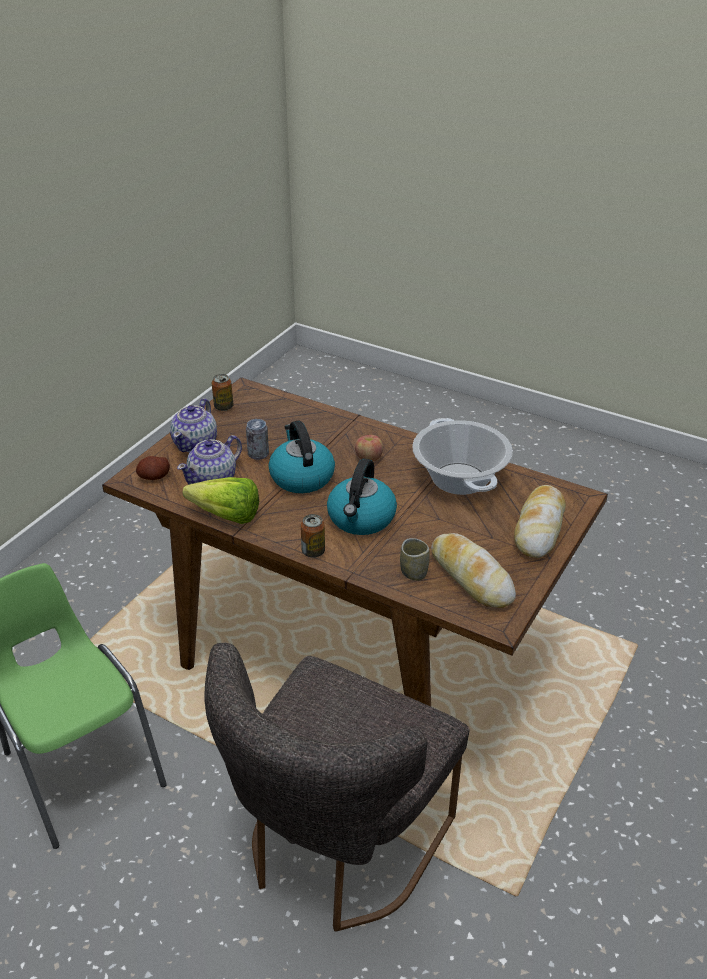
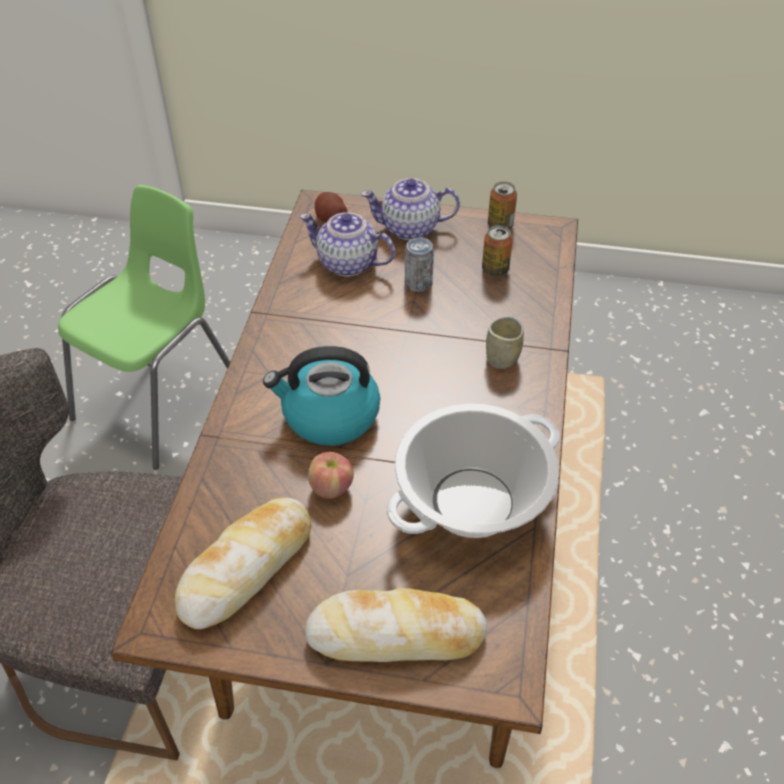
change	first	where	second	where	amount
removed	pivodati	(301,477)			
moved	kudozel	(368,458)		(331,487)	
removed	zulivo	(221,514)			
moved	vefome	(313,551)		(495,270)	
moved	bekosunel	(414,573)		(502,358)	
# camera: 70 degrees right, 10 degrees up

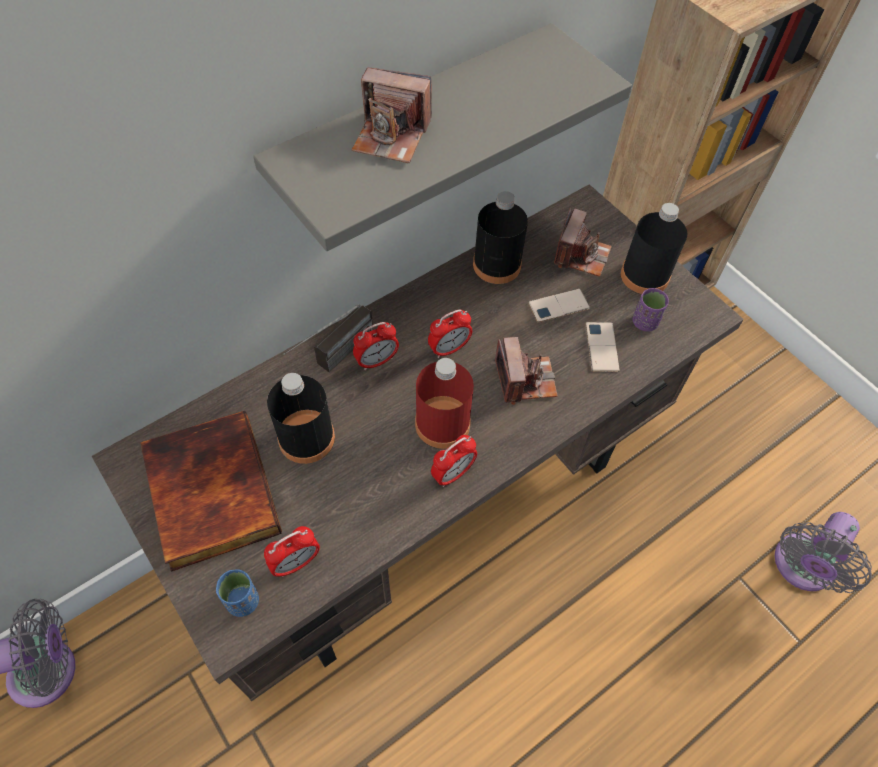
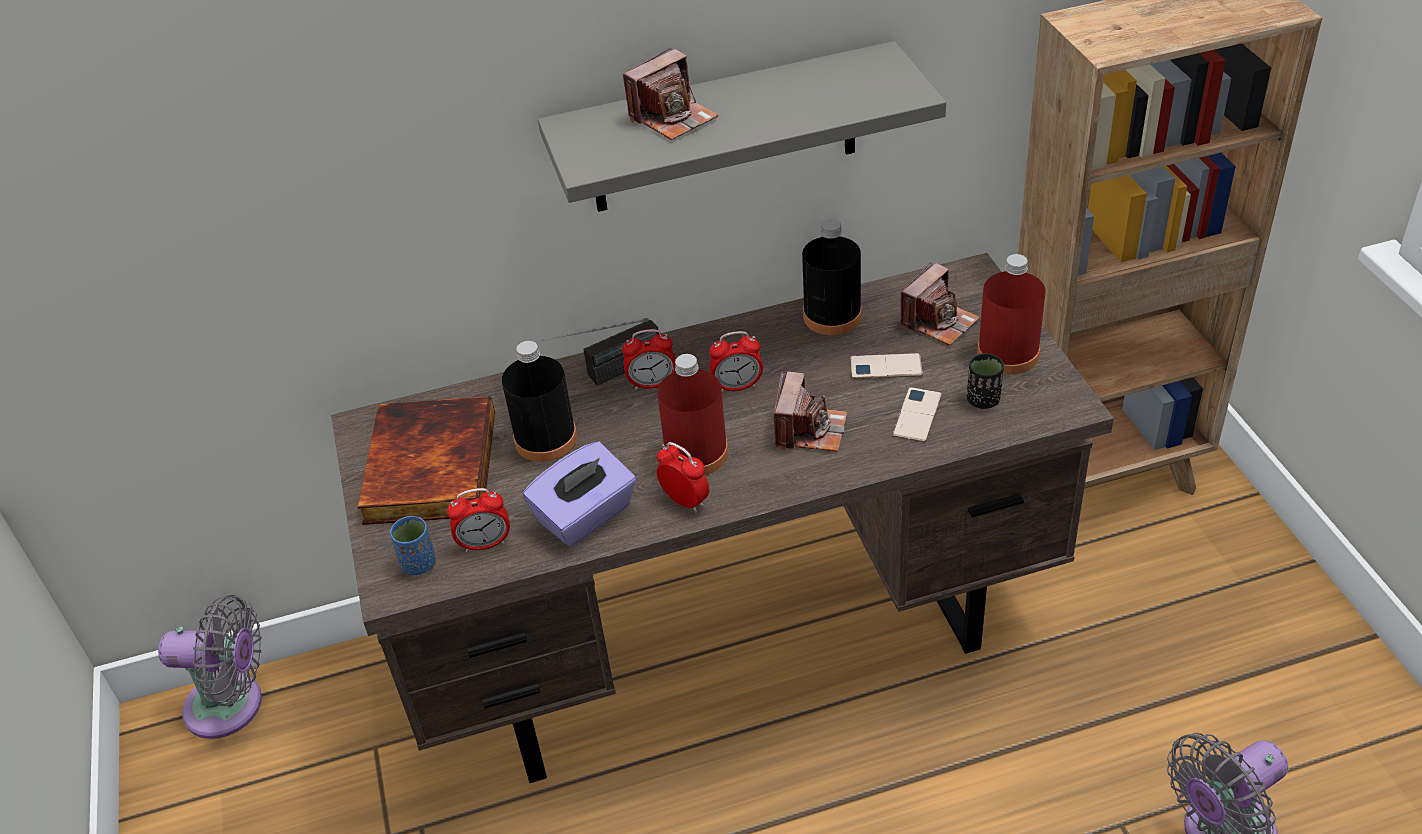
change	first	where	second	where	amount
turned	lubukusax	(391,136)		(673,117)	75 degrees counterclockwise
recoloured	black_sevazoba	(644,276)	red_sevazoba	(1008,354)	
recoloured	purple_bekosunel	(645,322)	black_bekosunel	(983,400)	
turned	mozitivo	(453,474)		(685,501)	120 degrees counterclockwise
added			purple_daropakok	(586,516)	
# camera: 25 degrees right, 15 degrees down

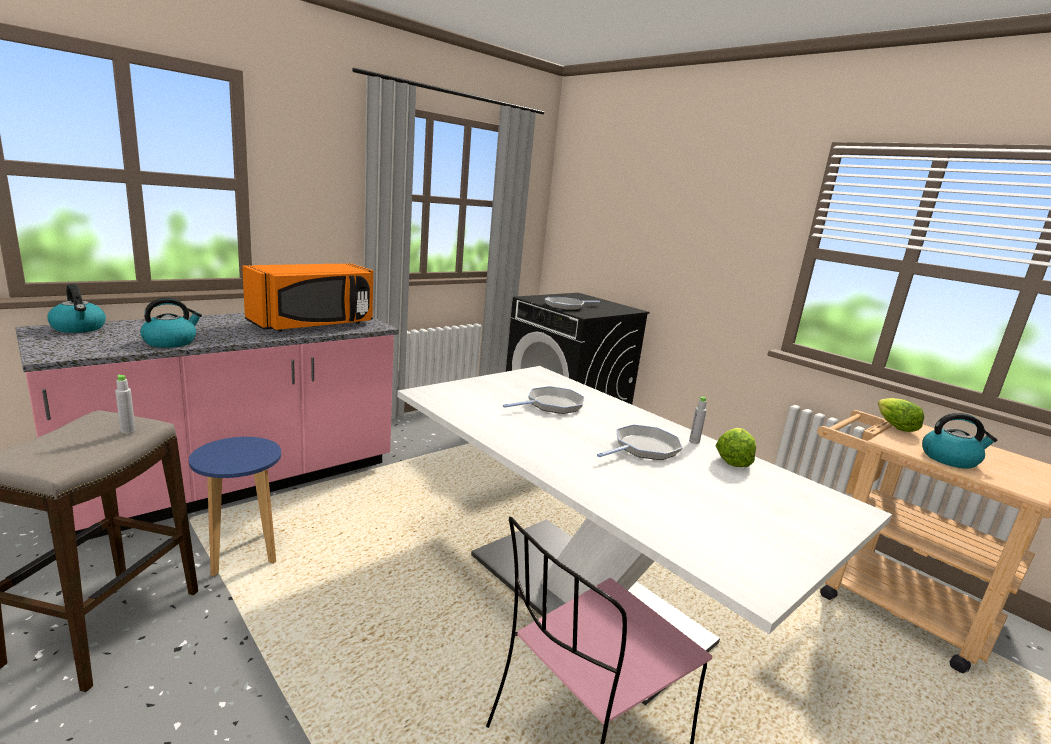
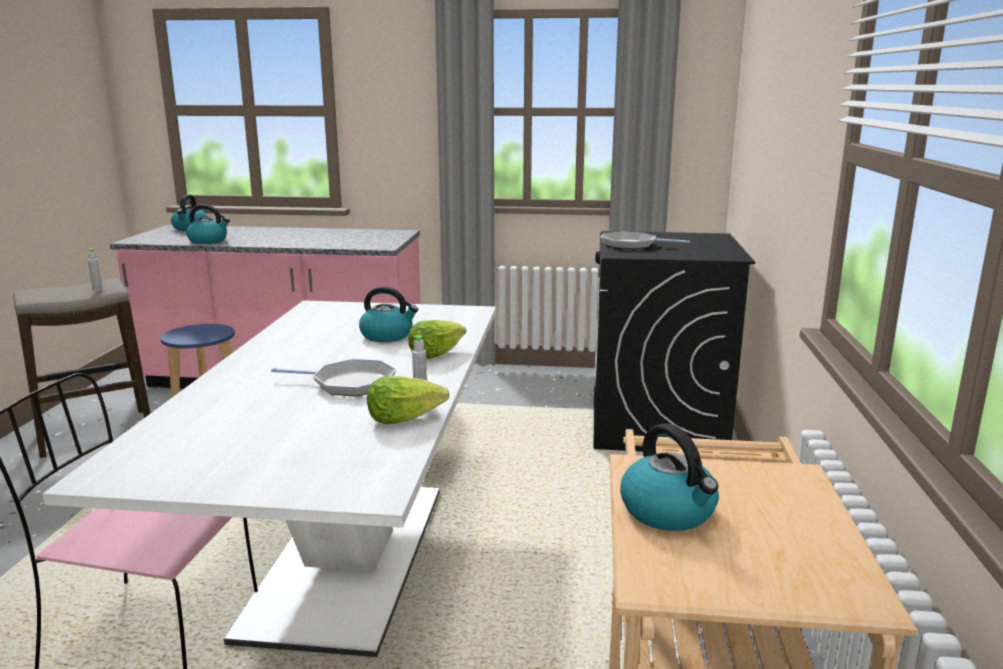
change	first	where	second	where	amount
removed	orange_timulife	(314,324)			
replaced	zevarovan	(552,405)	pivodati	(387,336)	
moved	zulivo	(893,426)		(435,354)	
# camera: 50 degrees right, 0 degrees up

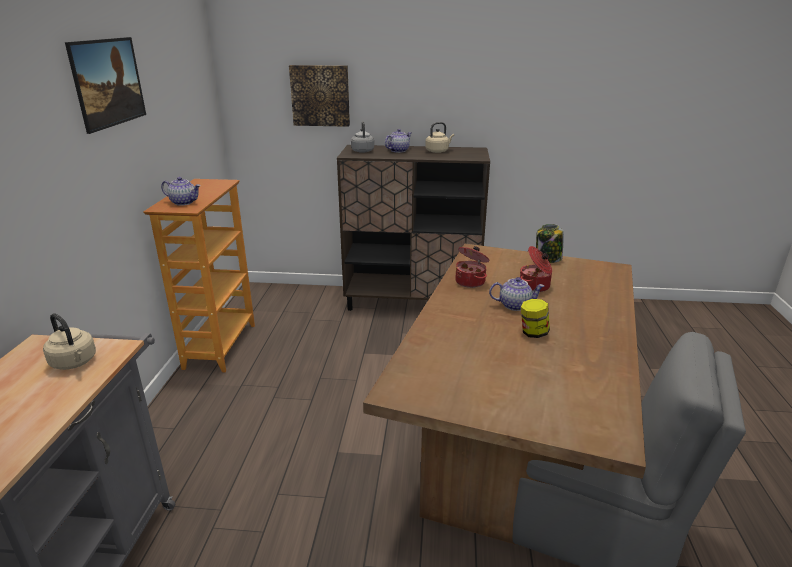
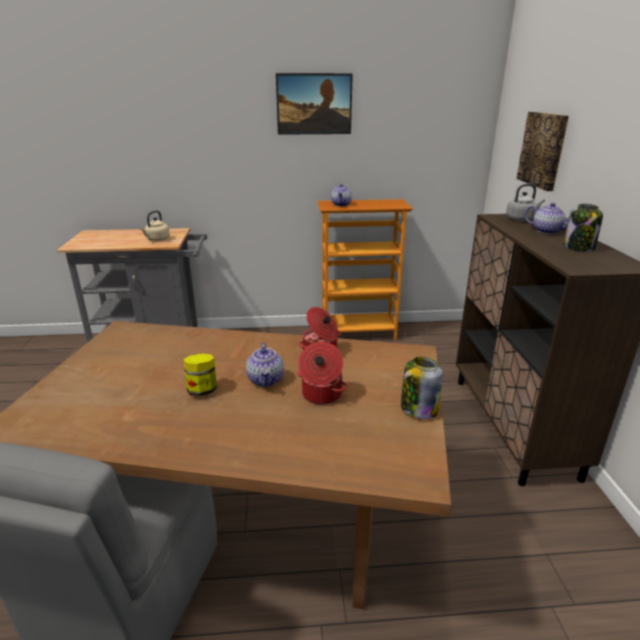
change	first	where	second	where	amount
replaced	beige_pivodati	(438,151)	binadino	(579,247)	
# camera: 80 degrees right, 0 degrees up

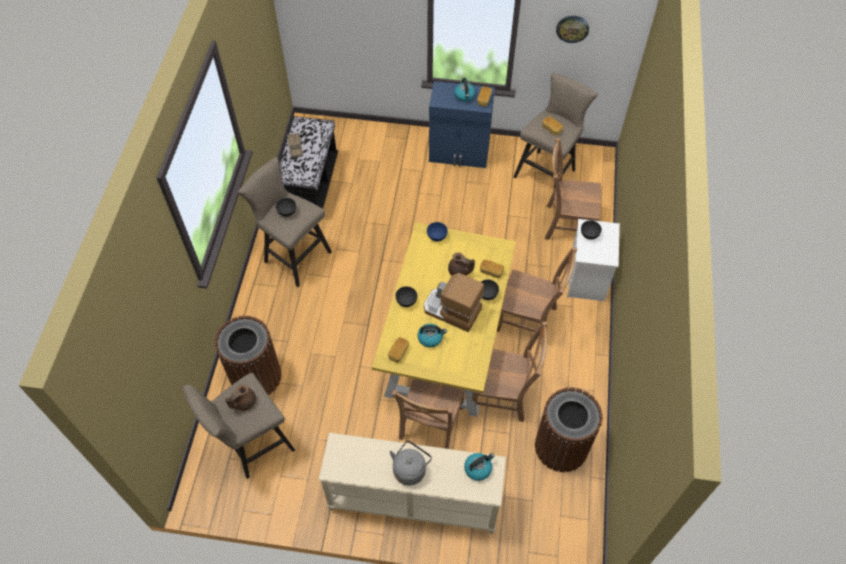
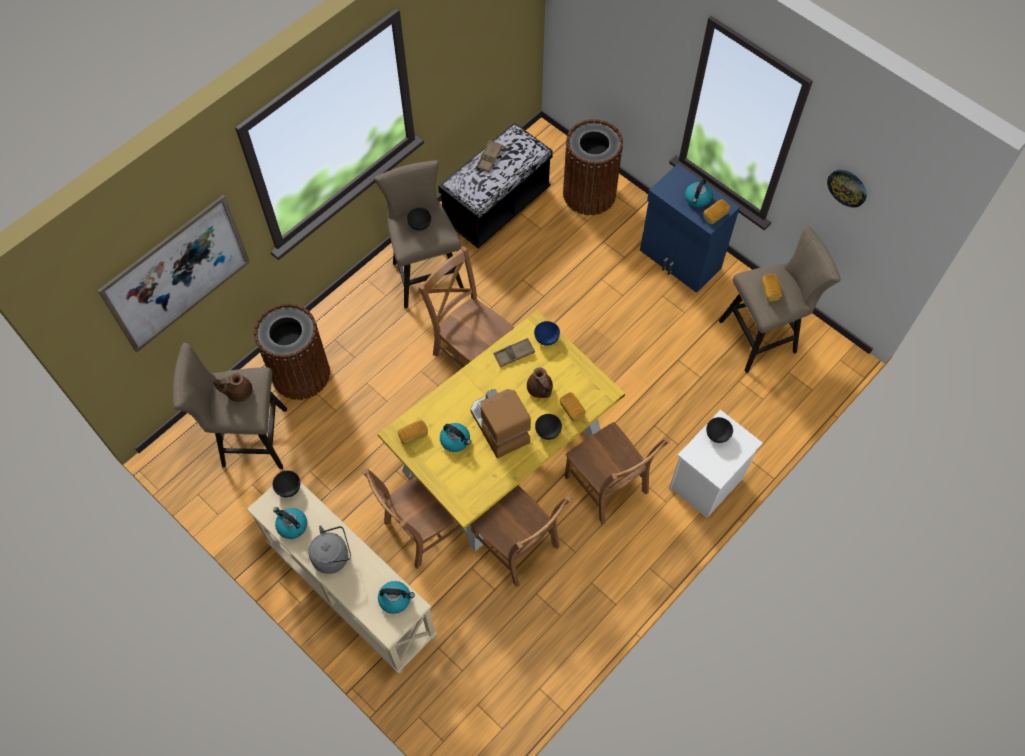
change	first	where	second	where	amount
moved	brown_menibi	(566,223)		(470,351)	
moved	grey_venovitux	(406,301)		(288,488)	
moved	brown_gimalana	(561,446)		(589,193)	
added			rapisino	(178,274)	
added			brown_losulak	(514,354)	
added			pivodati	(291,525)	
# camera: 35 degrees right, 5 degrees up

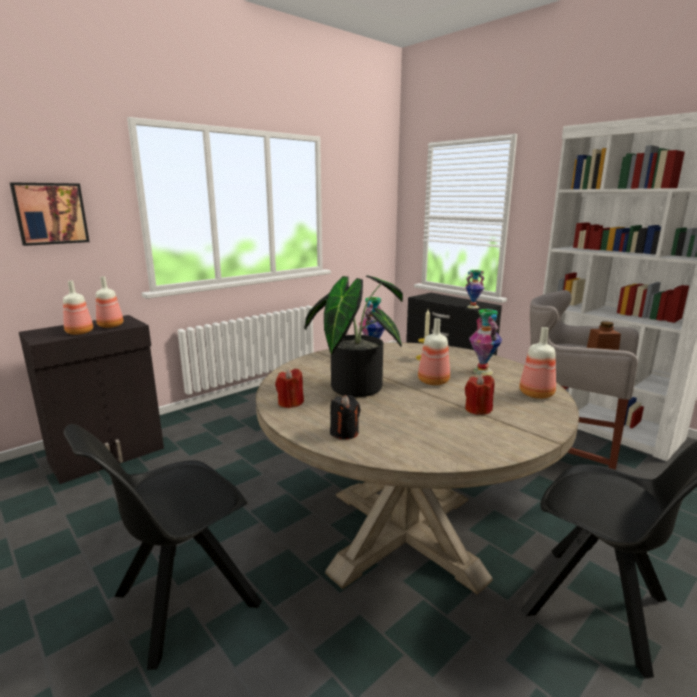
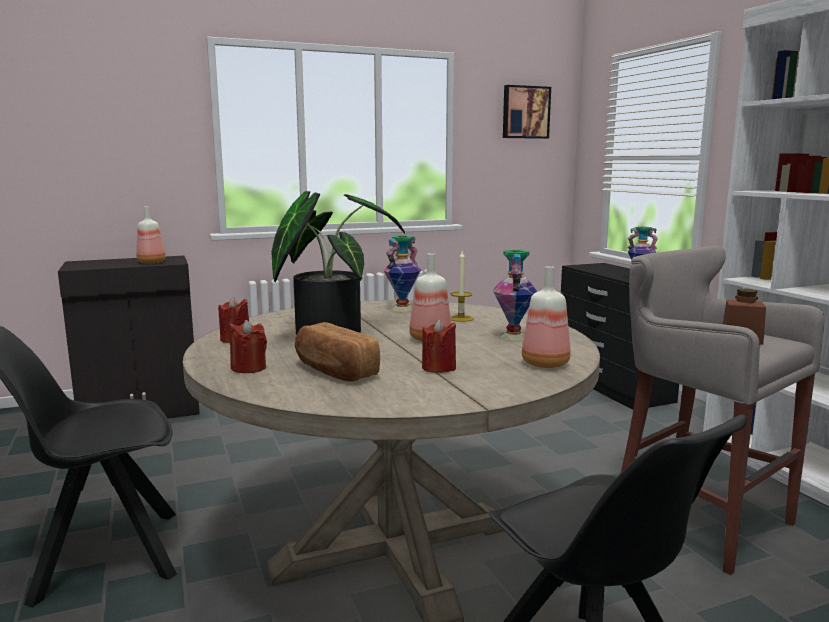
change	first	where	second	where	amount
moved	rapisino	(50,213)		(525,112)	
removed	sevazoba	(80,332)			
recoloured	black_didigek	(344,432)	red_didigek	(248,368)	
added			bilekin	(334,371)	
# camera: 20 degrees right, 5 degrees down

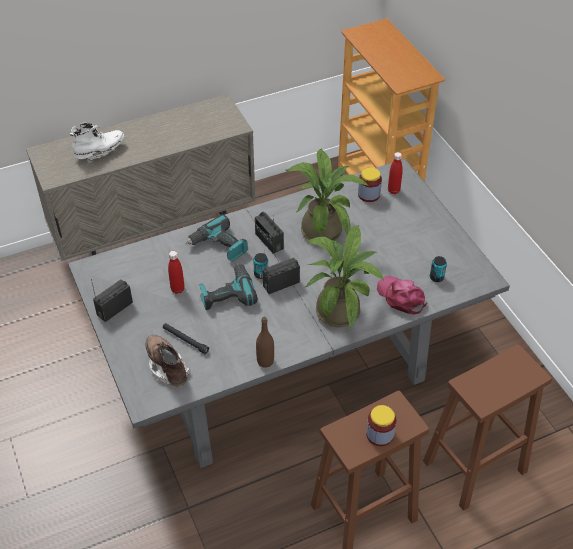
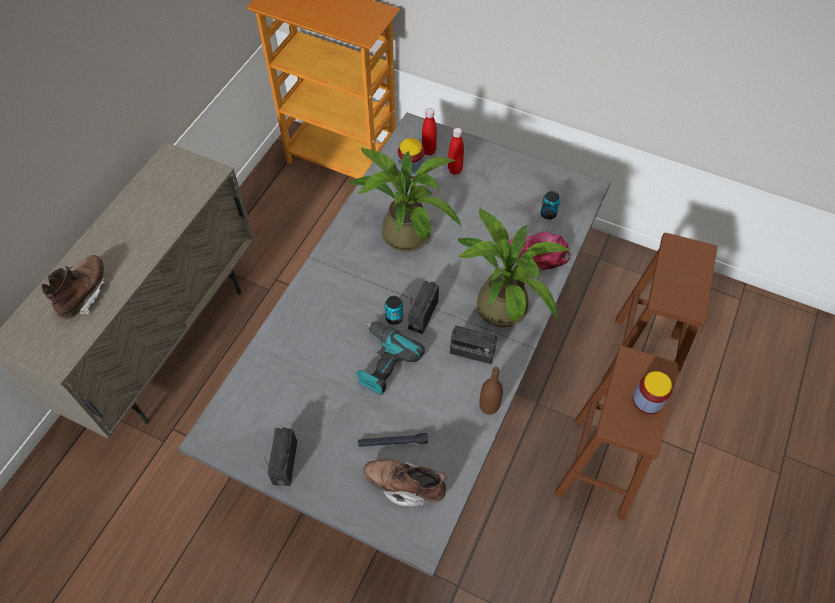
change	first	where	second	where	amount
recoloured	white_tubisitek	(100,152)	brown_tubisitek	(84,294)	
moved	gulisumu	(269,241)		(472,352)	
removed	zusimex	(219,246)			
moved	red_sevazoba	(177,289)		(455,170)	
# camera: 40 degrees left, 10 degrees up

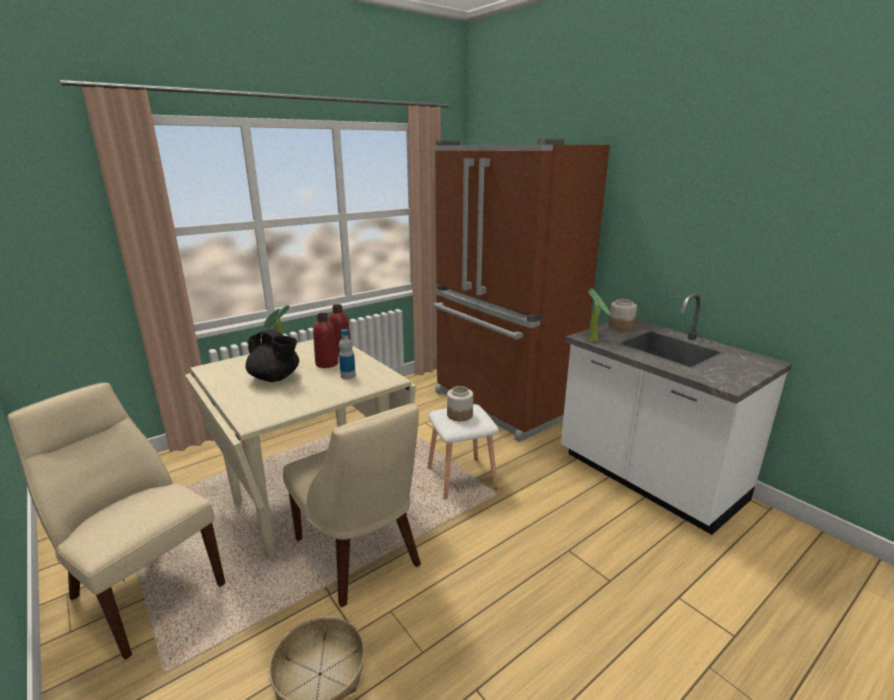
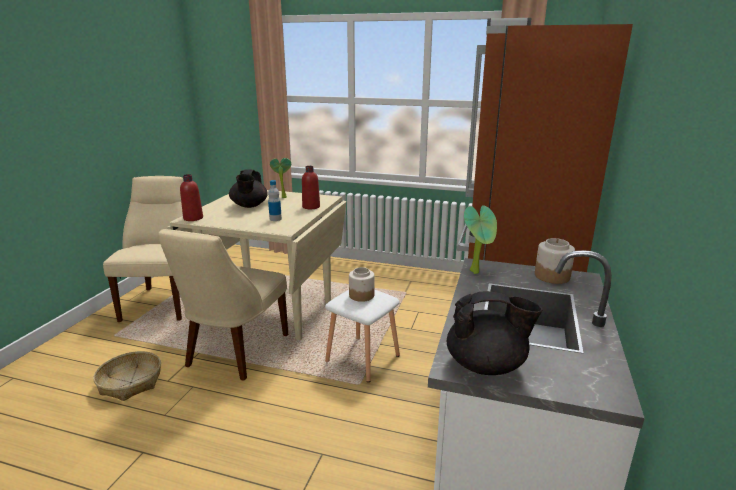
change	first	where	second	where	amount
moved	red_sevazoba	(327,364)		(193,218)	
added			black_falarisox	(486,365)	
# camera: 55 degrees right, 0 degrees up

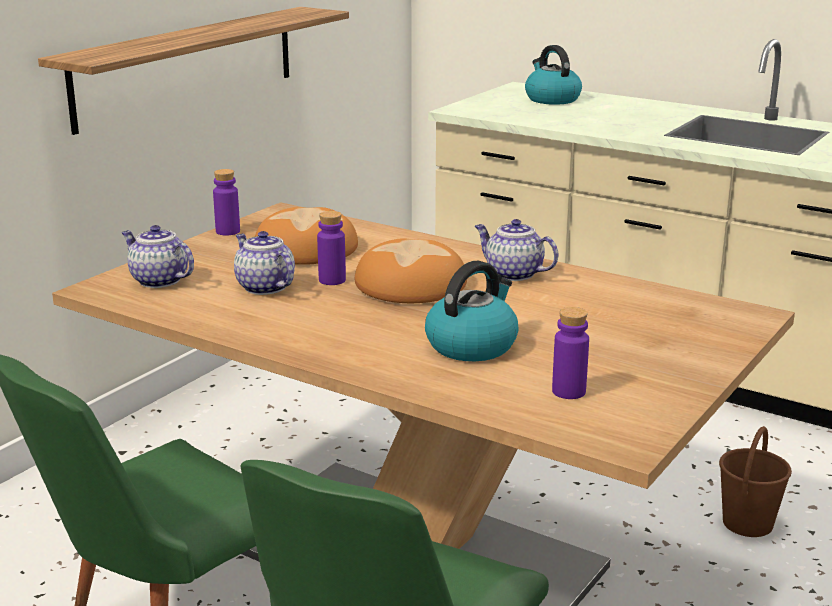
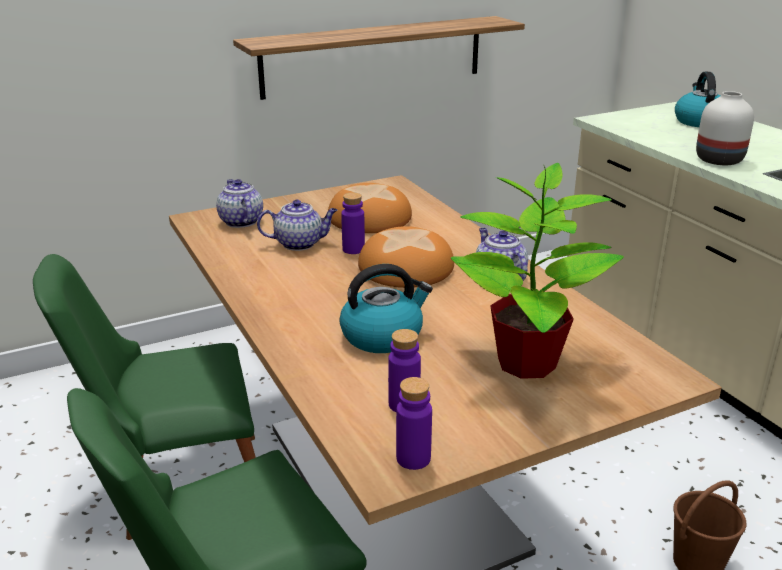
change	first	where	second	where	amount
moved	purple_sevazoba	(228,231)		(413,458)	
turned	falarisox	(264,287)		(300,243)	90 degrees clockwise
added			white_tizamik	(718,160)	
added			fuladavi	(524,363)	
# camera: 30 degrees right, 5 degrees up

